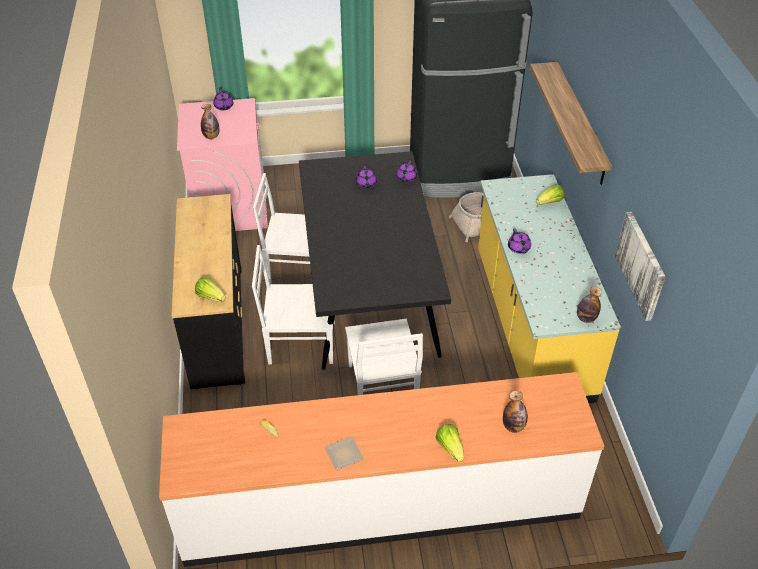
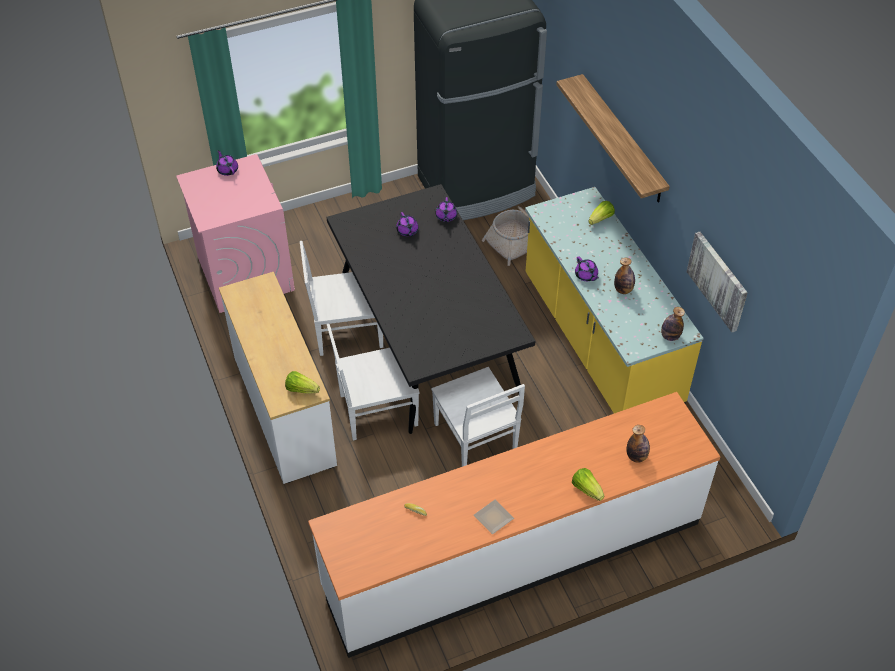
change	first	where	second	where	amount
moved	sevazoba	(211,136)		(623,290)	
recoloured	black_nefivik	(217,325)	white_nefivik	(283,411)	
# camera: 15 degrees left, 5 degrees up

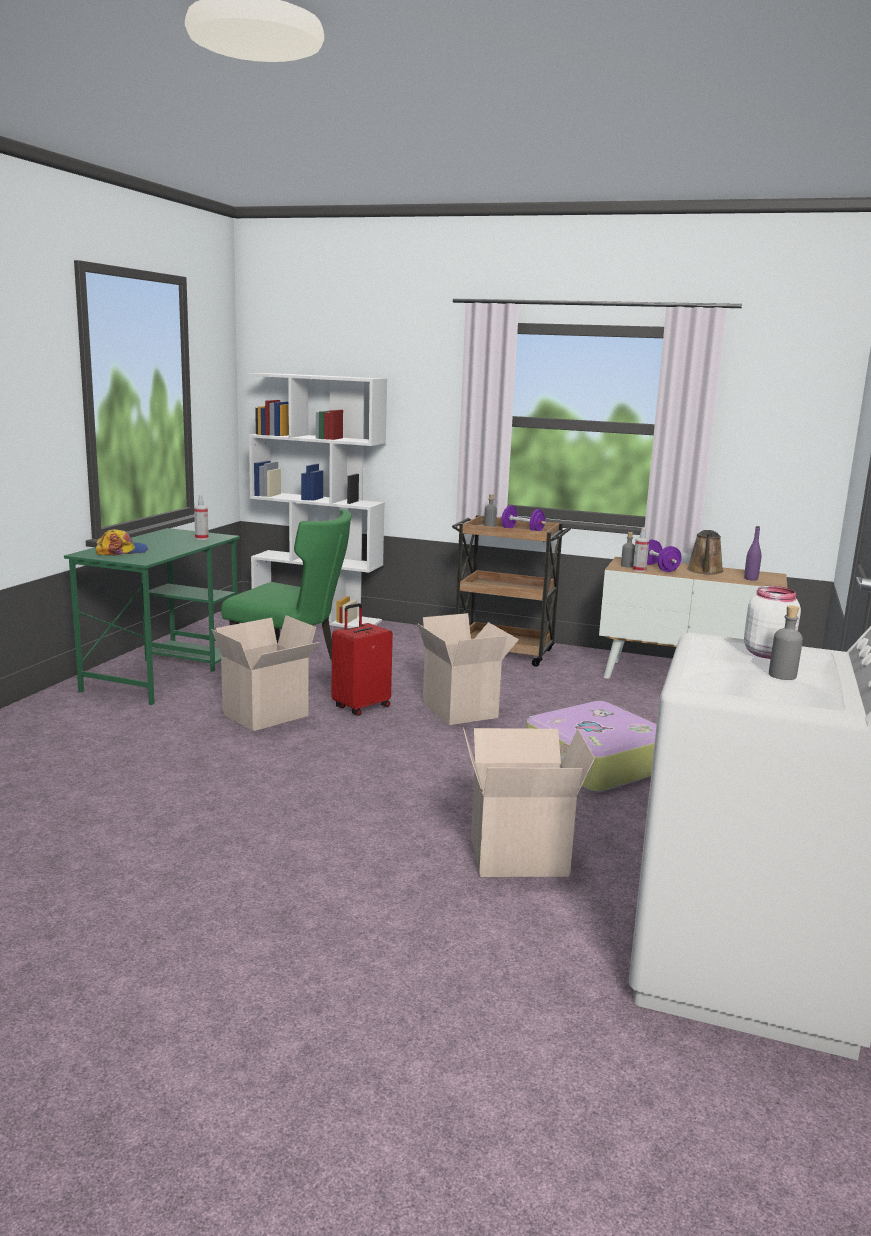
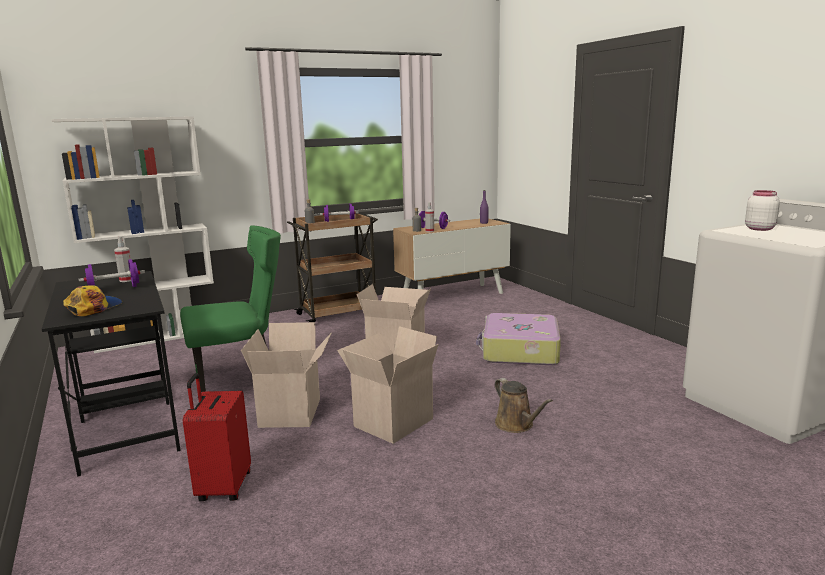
change	first	where	second	where	amount
recoloured	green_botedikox	(164,673)	black_botedikox	(127,424)	
moved	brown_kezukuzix	(705,571)		(516,425)	
moved	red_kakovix	(360,707)		(223,488)	
removed	grey_sevazoba	(782,675)			
moved	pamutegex	(519,854)		(392,421)	
added			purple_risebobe	(114,289)	
# camera: 45 degrees left, 0 degrees up

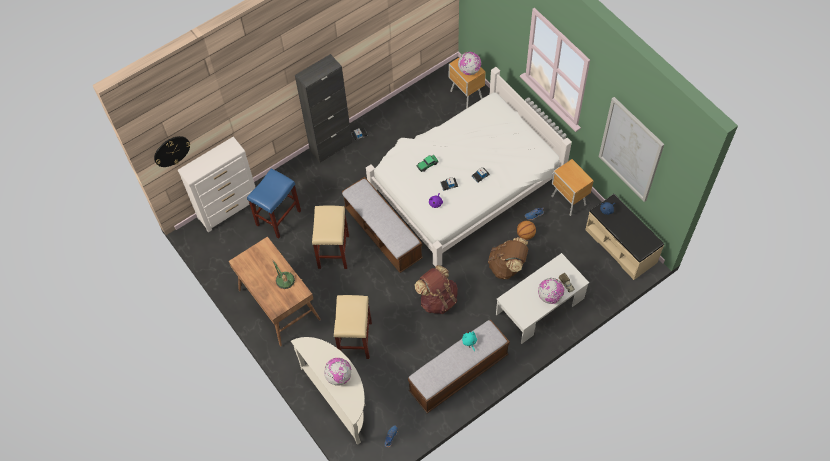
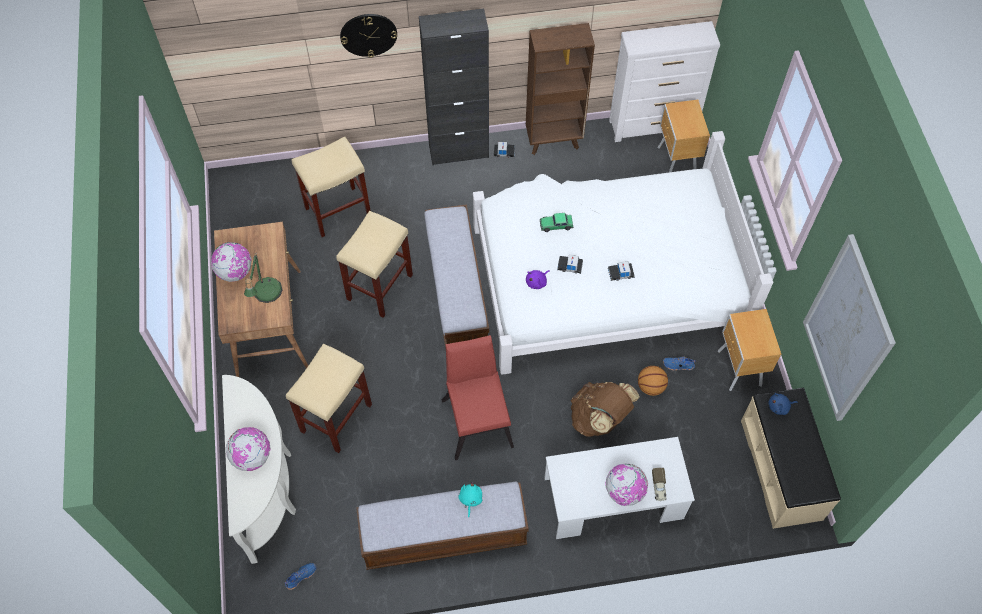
change	first	where	second	where	amount
moved	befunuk	(469,70)		(235,272)	
moved	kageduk	(171,151)		(368,34)	
moved	white_nefivik	(229,209)		(653,126)	
recoloured	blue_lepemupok	(278,217)	beige_lepemupok	(338,210)	
replaced	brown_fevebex	(438,299)	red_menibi	(477,418)	
added			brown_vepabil	(554,140)	
# camera: 25 degrees right, 0 degrees up

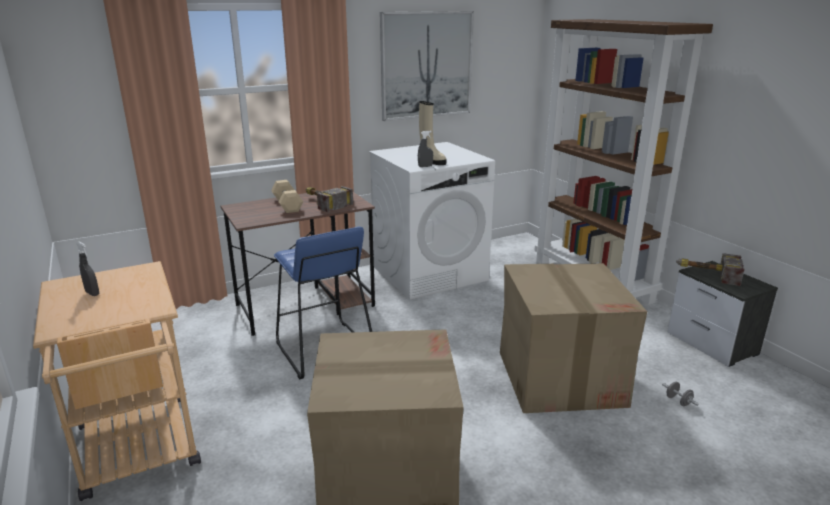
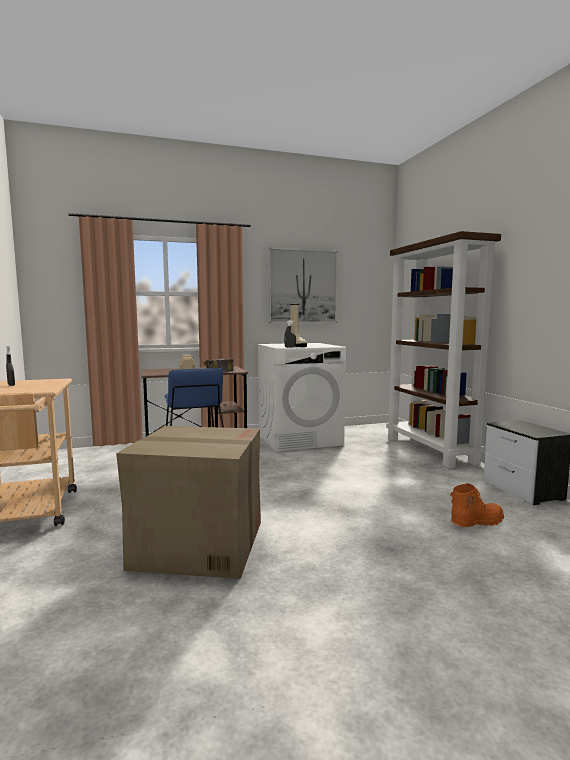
change	first	where	second	where	amount
removed	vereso	(706,273)			
removed	pamutegex	(560,377)			
replaced	grey_risebobe	(678,401)	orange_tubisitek	(476,522)	
# camera: 10 degrees right, 15 degrees down

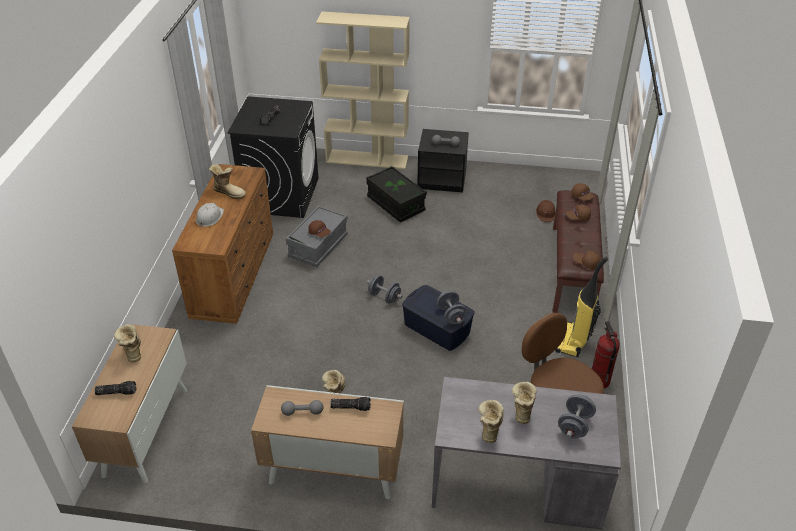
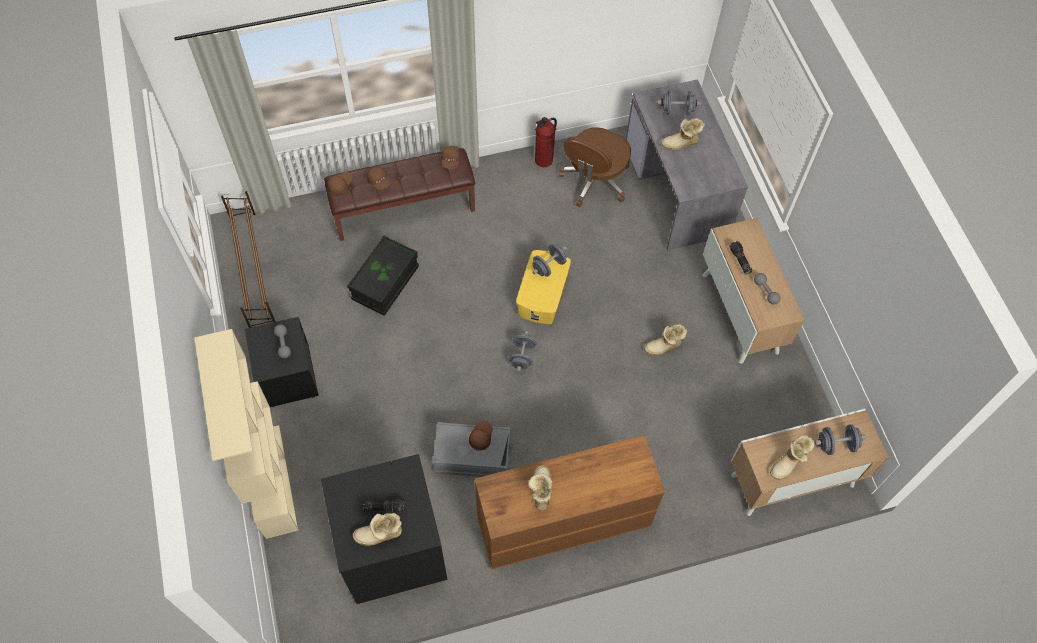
change	first	where	second	where	amount
moved	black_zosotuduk	(396,204)		(385,283)	
removed	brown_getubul	(545,213)			
removed	white_getubul	(209,217)			
removed	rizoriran	(572,341)			
recoloured	blue_zosotuduk	(437,328)	yellow_zosotuduk	(543,295)	
replaced	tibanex	(117,392)	grey_risebobe	(836,444)	
moved	tubisitek	(490,427)		(380,535)	
added			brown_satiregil	(252,268)	
# camera: 115 degrees left, 20 degrees up

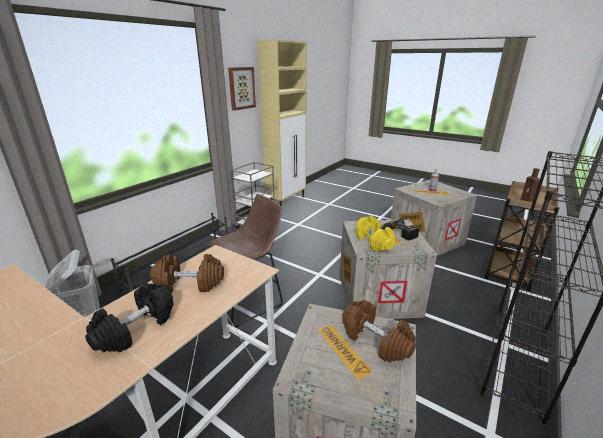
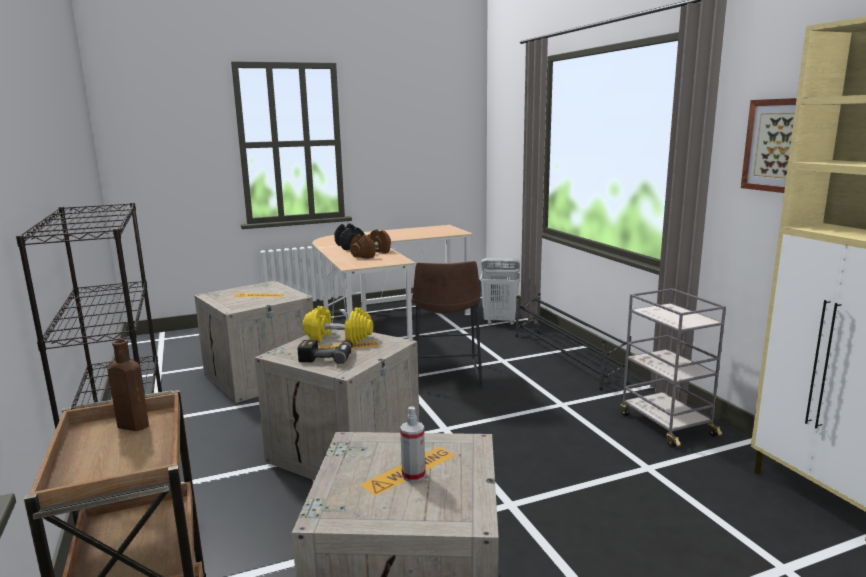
change	first	where	second	where	amount
removed	brown_risebobe	(375,341)			
# camera: 125 degrees right, 10 degrees down

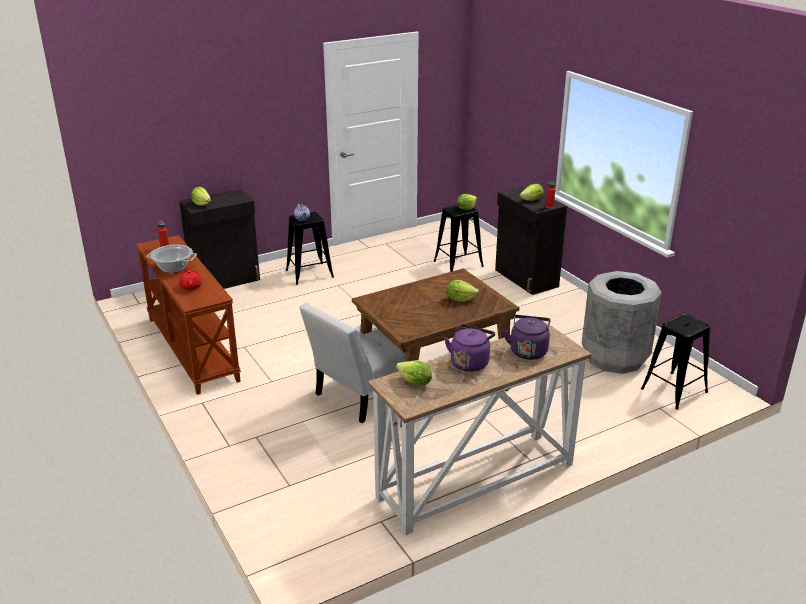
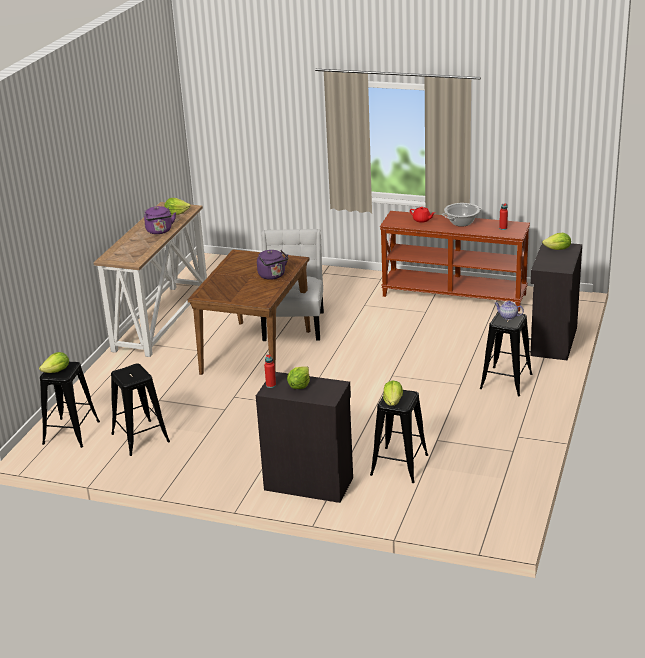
change	first	where	second	where	amount
replaced	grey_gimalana	(615,357)	black_lepemupok	(140,438)	
moved	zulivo	(460,299)		(57,371)	
moved	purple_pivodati	(528,350)		(273,276)	
# camera: 140 degrees right, 0 degrees up

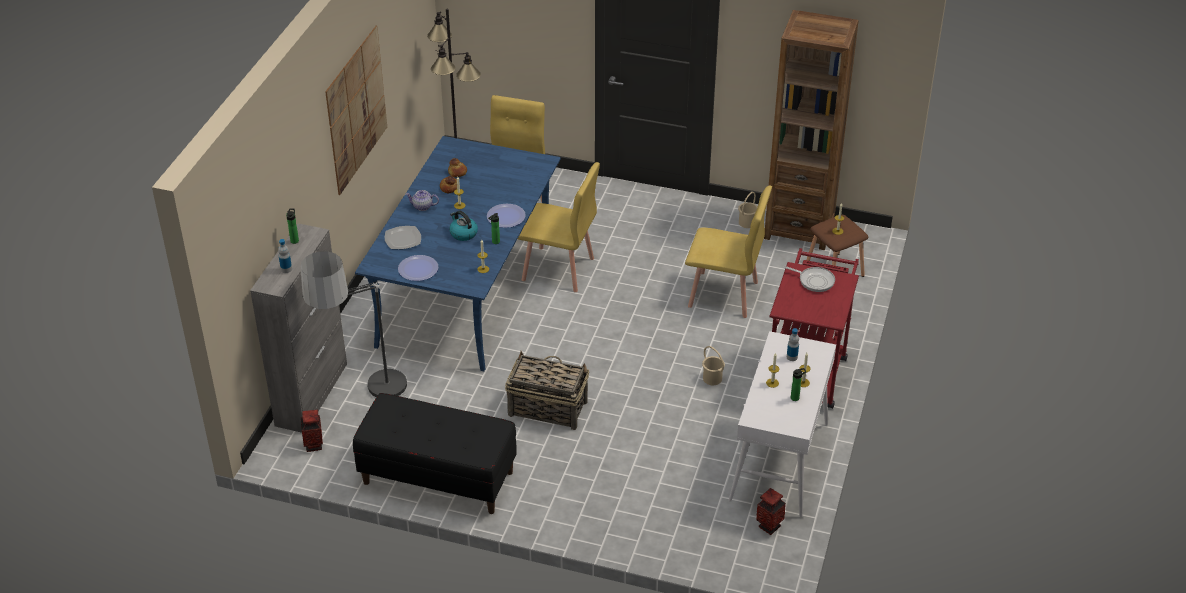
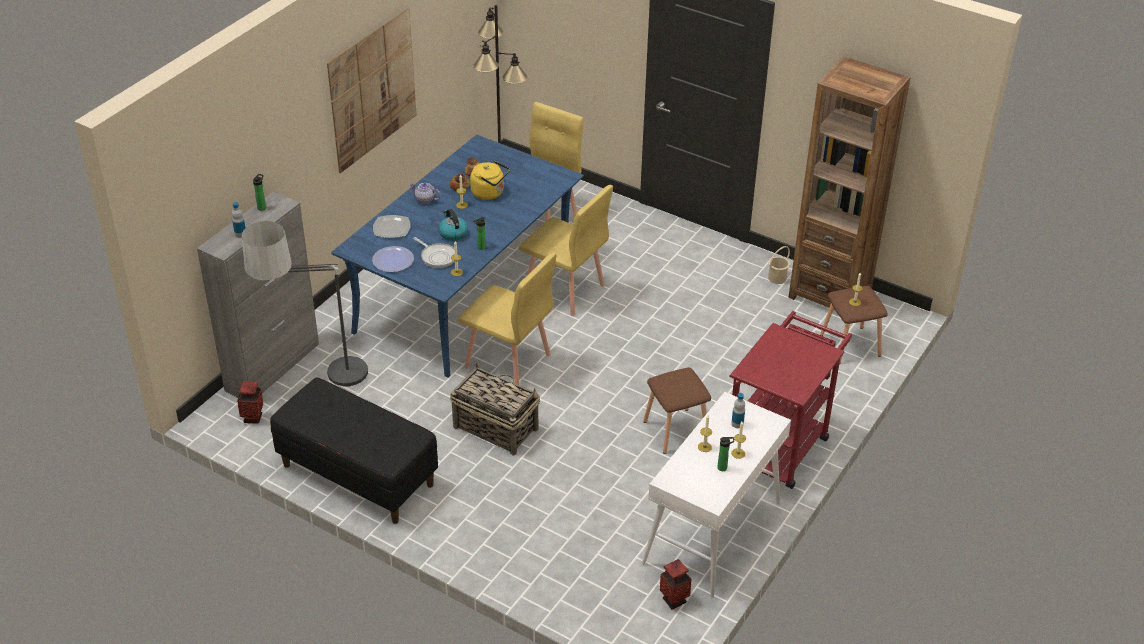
change	first	where	second	where	amount
moved	yellow_menibi	(724,295)		(508,361)	
removed	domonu	(506,217)			
moved	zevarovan	(814,281)		(437,256)	
replaced	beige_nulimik	(712,378)	brown_lepemupok	(676,431)	
added			yellow_pivodati	(490,193)	
# camera: 15 degrees right, 0 degrees up

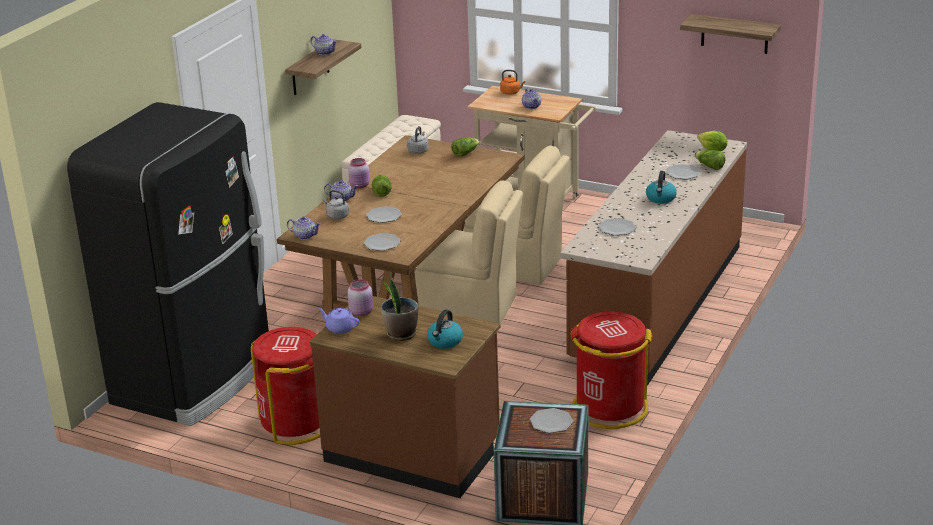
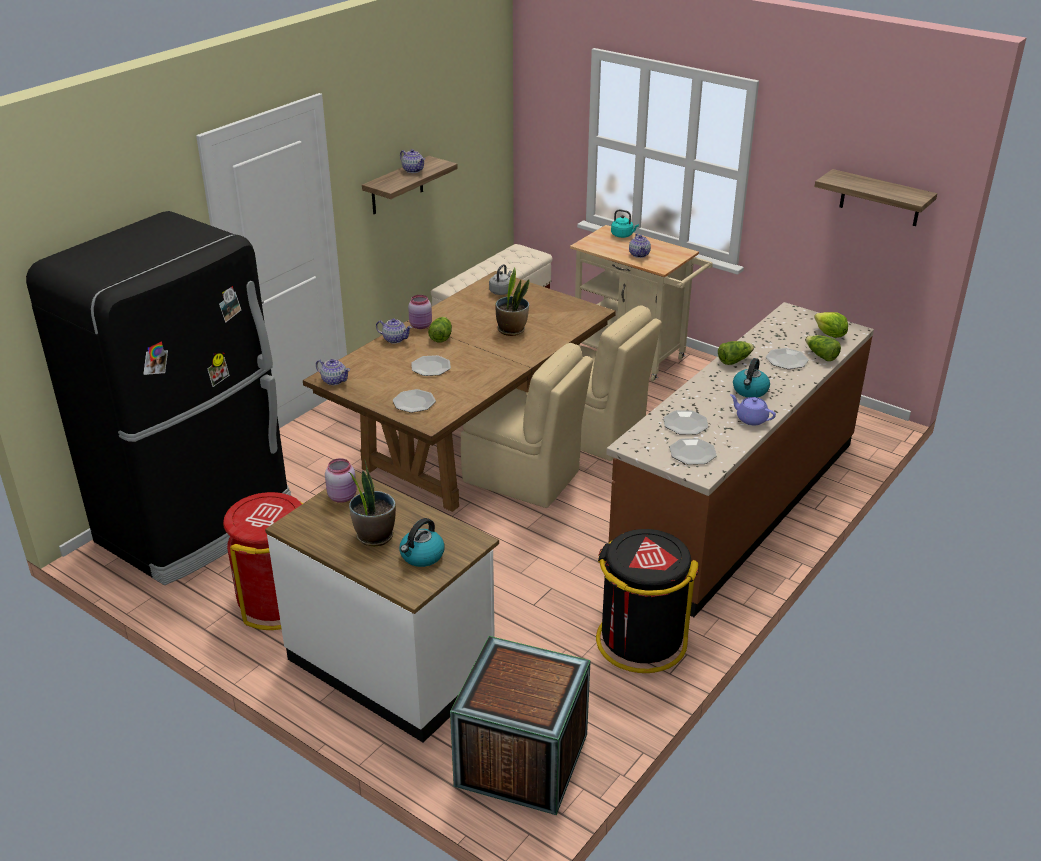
change	first	where	second	where	amount
recoloured	orange_pivodati	(511,92)	turquoise_pivodati	(623,235)	
moved	zulivo	(465,153)		(734,360)	
removed	grey_pivodati	(336,216)			
recoloured	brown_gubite	(413,452)	white_gubite	(392,665)	
moved	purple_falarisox	(340,328)		(751,419)	
recoloured	red_gimalana	(609,408)	black_gimalana	(640,641)	
moved	domonu	(551,422)		(692,453)	
added			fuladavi	(512,330)	
# camera: 10 degrees right, 5 degrees up

